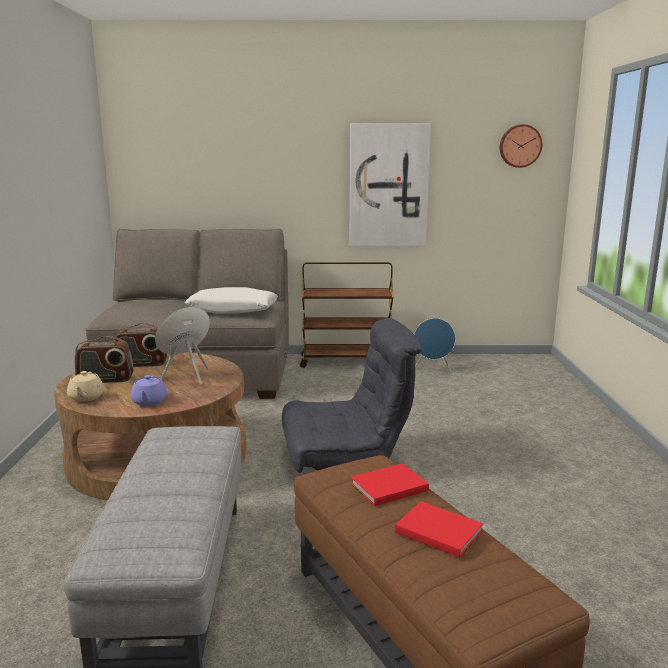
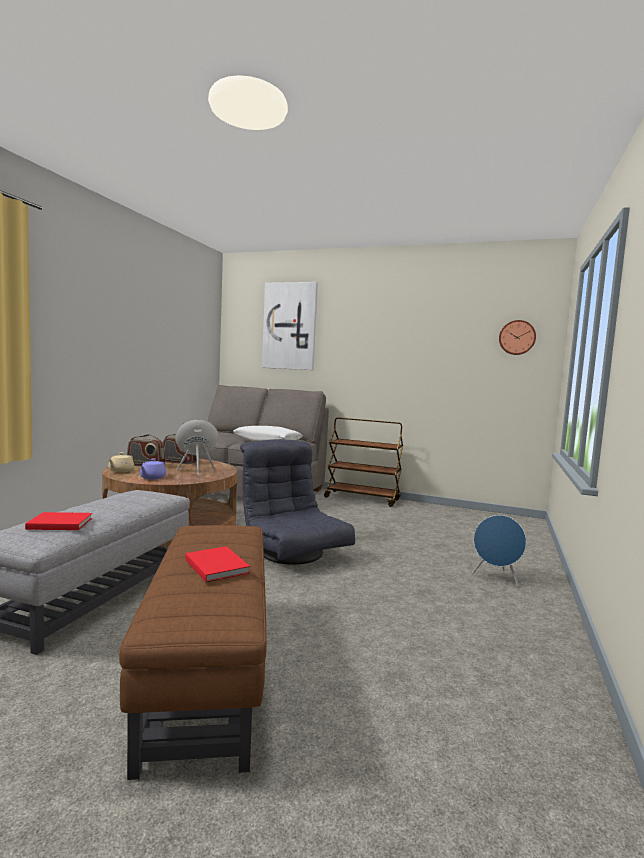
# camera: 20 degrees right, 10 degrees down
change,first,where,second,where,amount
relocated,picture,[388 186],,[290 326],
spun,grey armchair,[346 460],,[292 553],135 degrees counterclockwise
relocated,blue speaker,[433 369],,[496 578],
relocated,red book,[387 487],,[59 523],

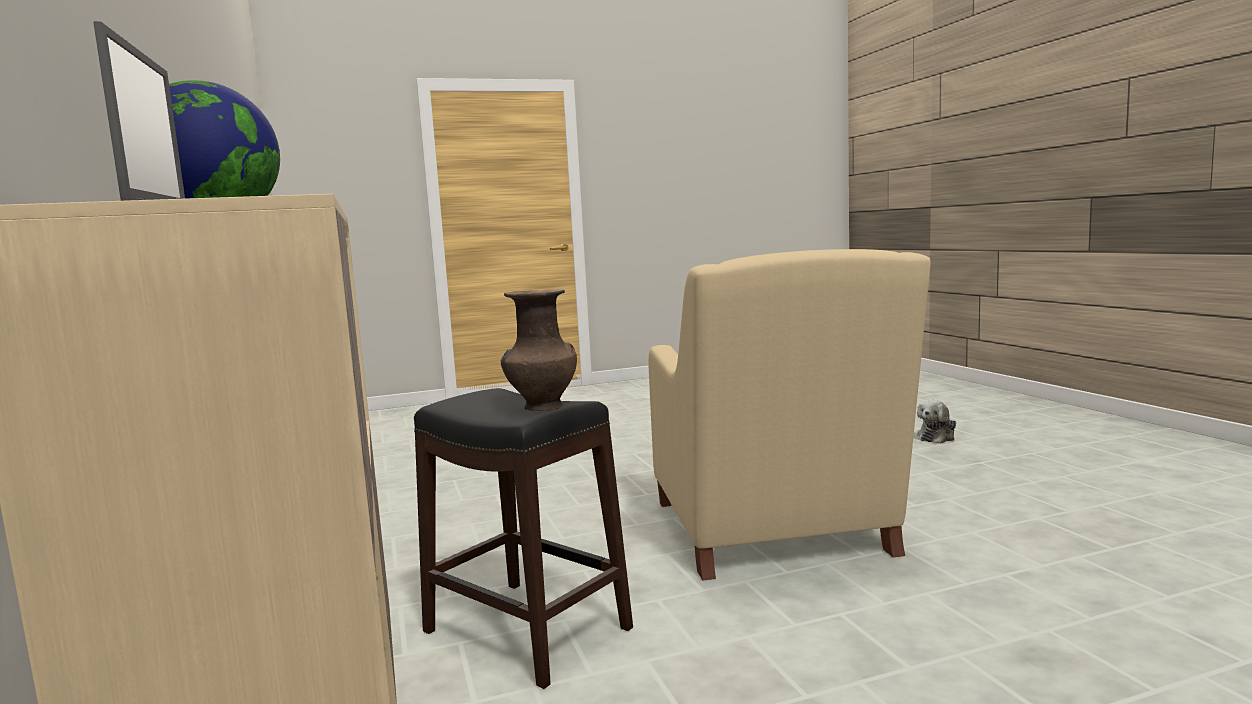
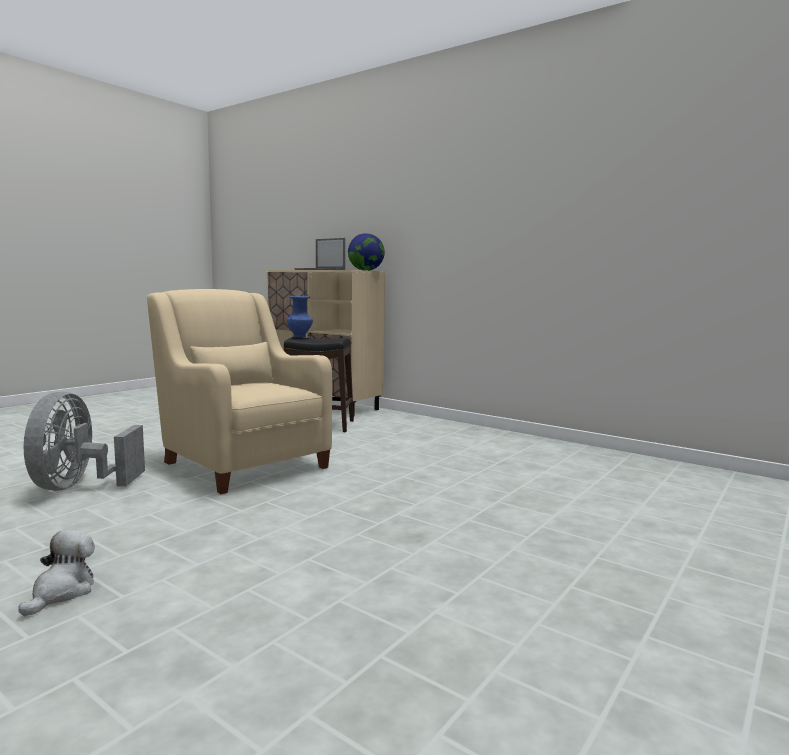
# camera: 145 degrees right, 0 degrees up
change,first,where,second,where,amount
colour,brown vase,[541 407],blue vase,[300 336],
appeared,,,grey fan,[79 486],

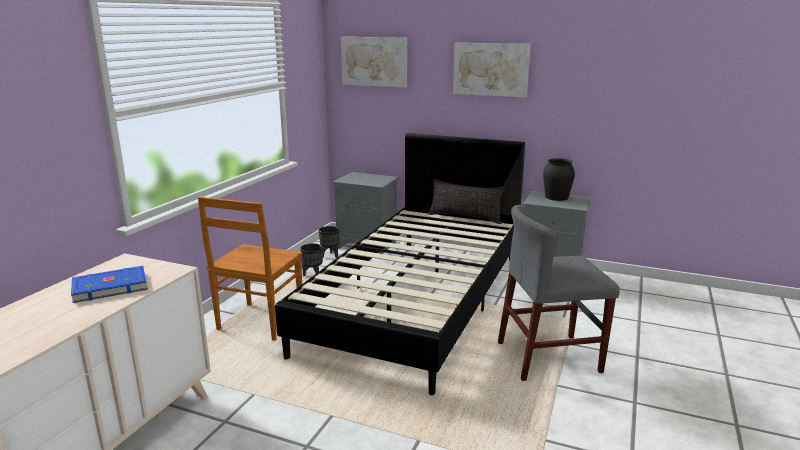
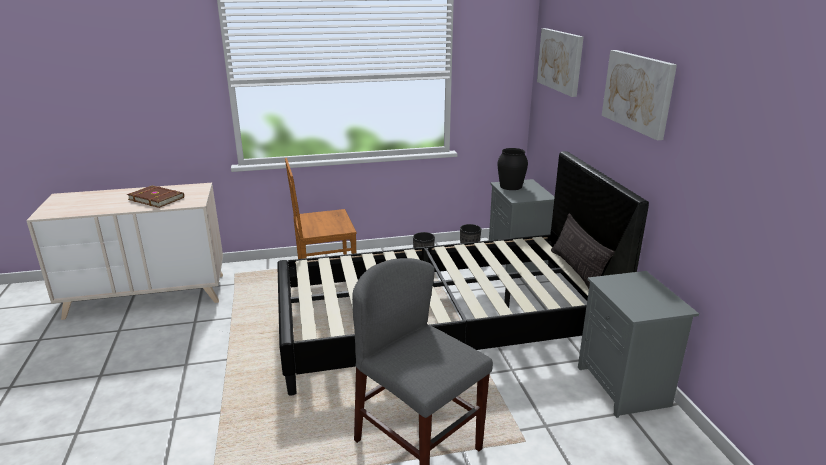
# camera: 55 degrees right, 5 degrees up
change,first,where,second,where,amount
relocated,black vase,[556 197],,[511 186],
colour,blue book,[109 286],brown book,[157 198],

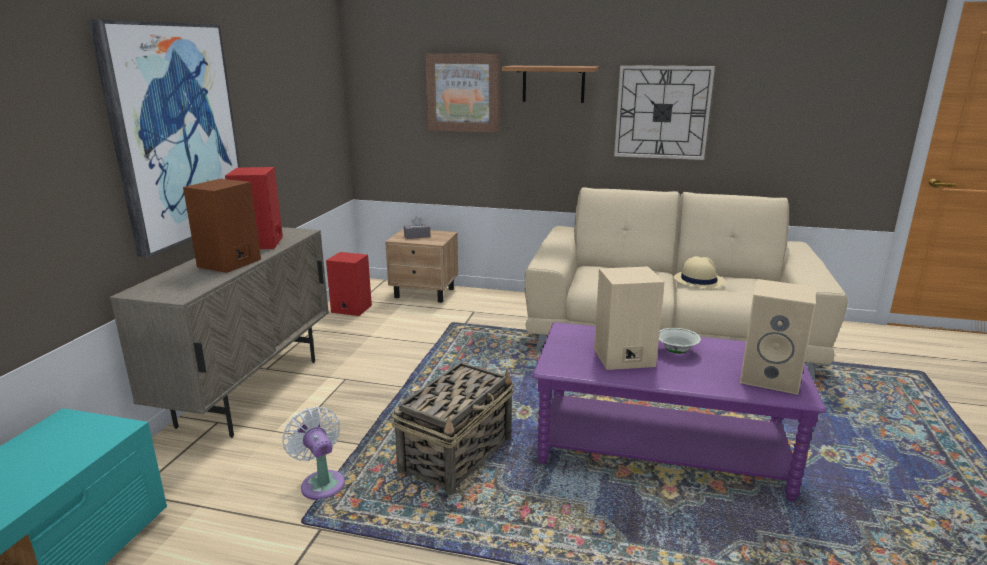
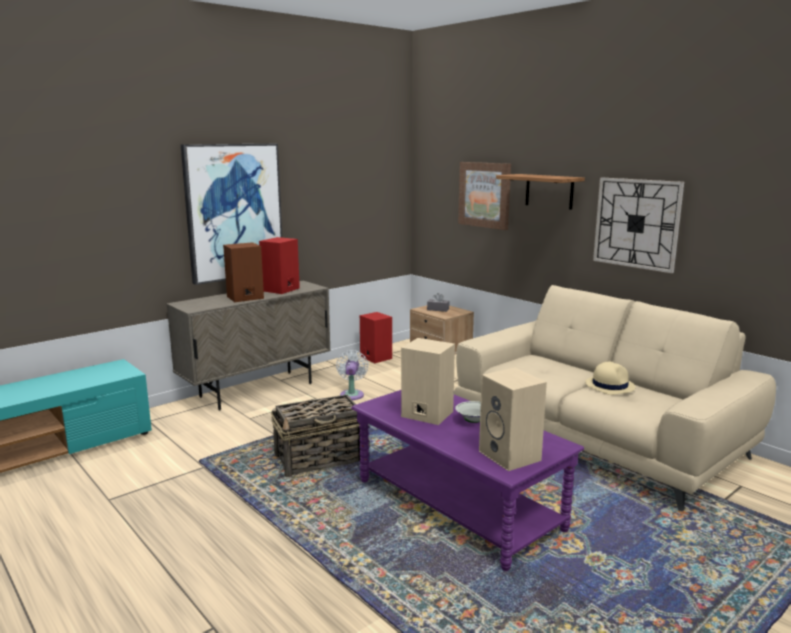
# camera: 35 degrees right, 5 degrees down
change,first,where,second,where,amount
relocated,white fan,[321 482],,[352 394],

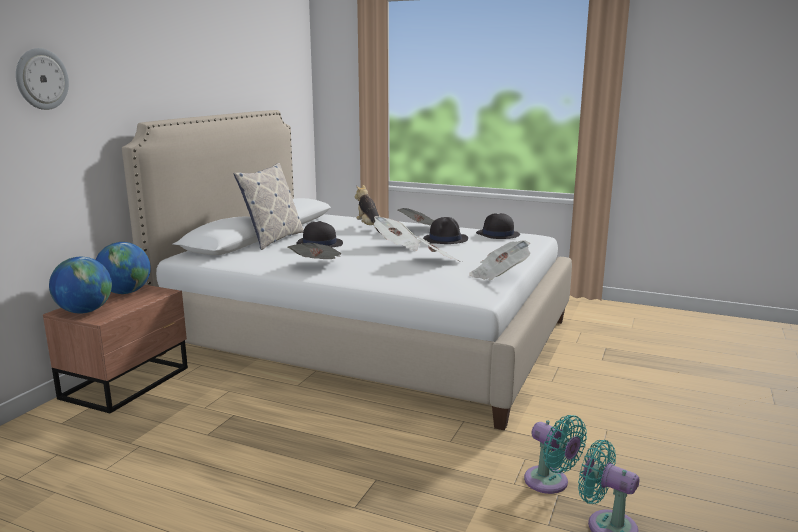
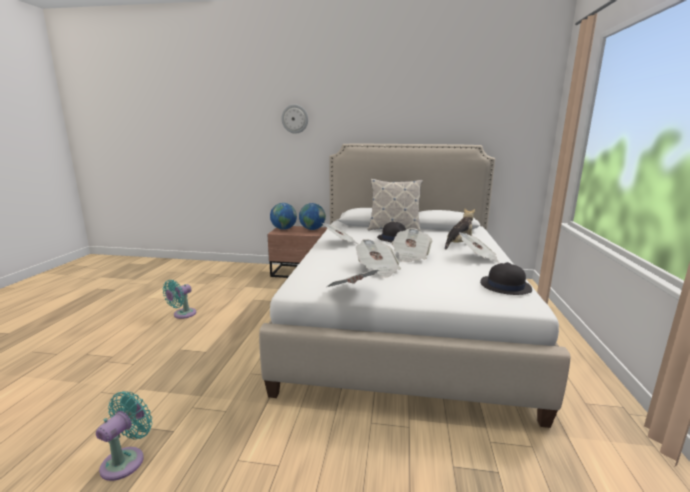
# camera: 75 degrees right, 0 degrees up
change,first,where,second,where,amount
missing,black hat,[445 239],,,
relocated,turquoise fan,[550 483],,[182 314],

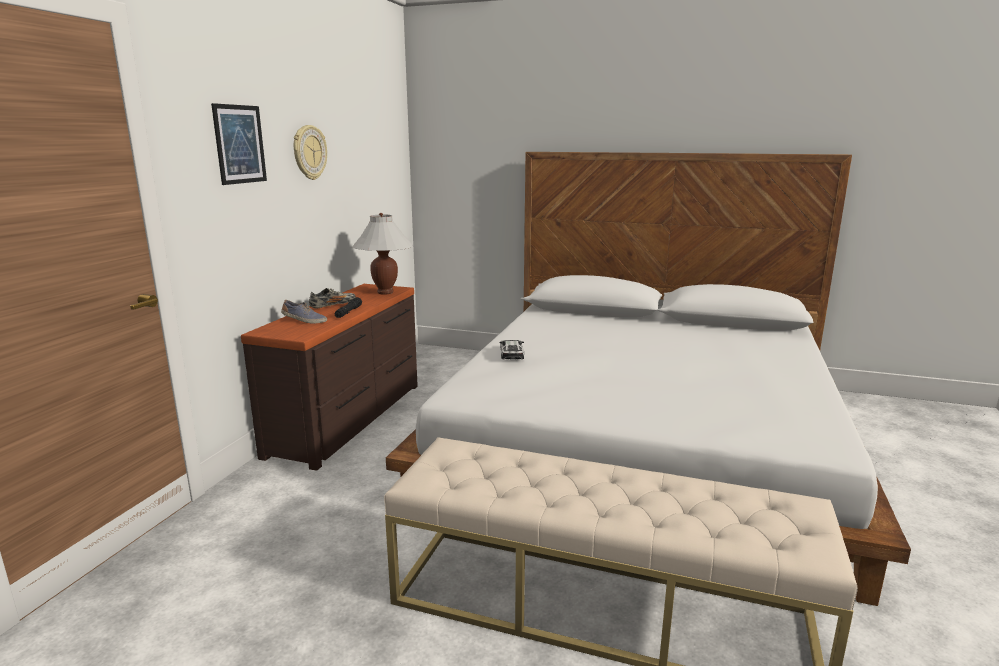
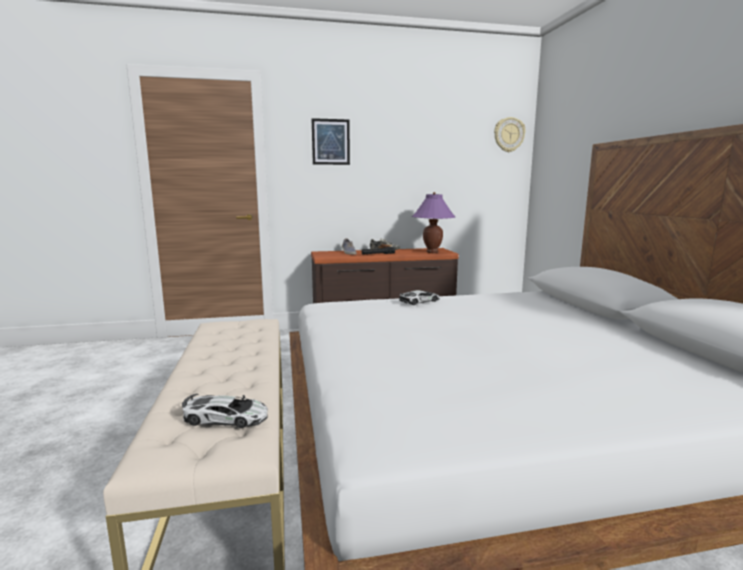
# camera: 60 degrees right, 5 degrees down
change,first,where,second,where,amount
relocated,wall clock,[309 152],,[509 135],
colour,white table lamp,[385 292],purple table lamp,[432 252],
appeared,,,toy car,[226 418],

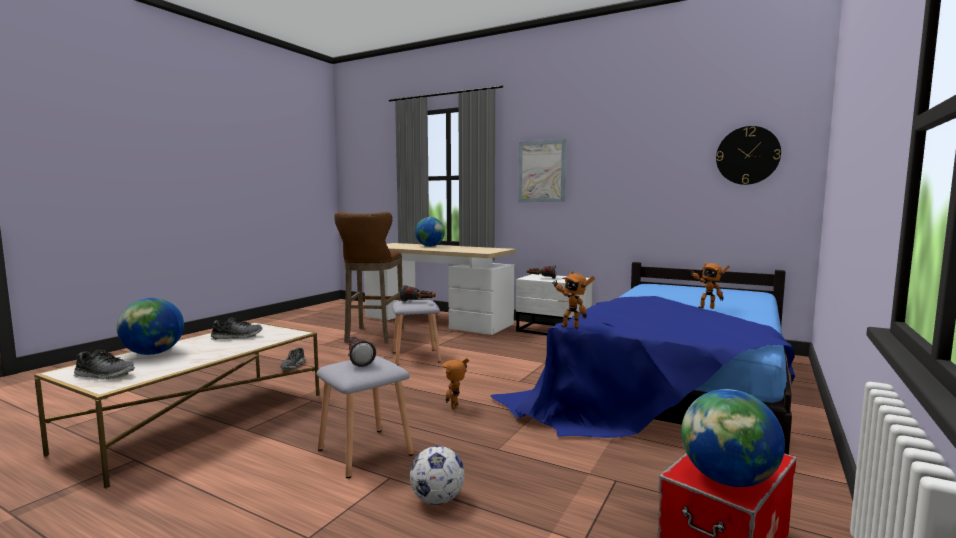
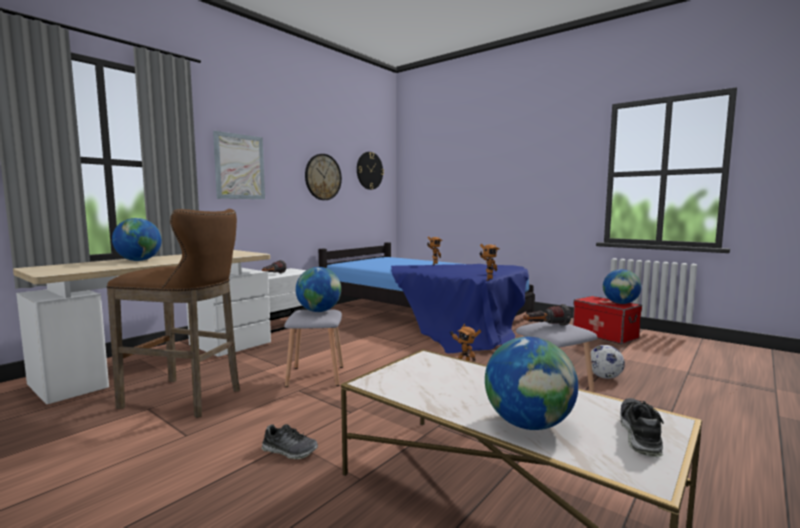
# camera: 80 degrees left, 0 degrees up
change,first,where,second,where,amount
exchanged,flashlight,[418 302],globe,[319 311],
missing,shoe,[237 337],,,
appeared,,,wall clock,[323 177],

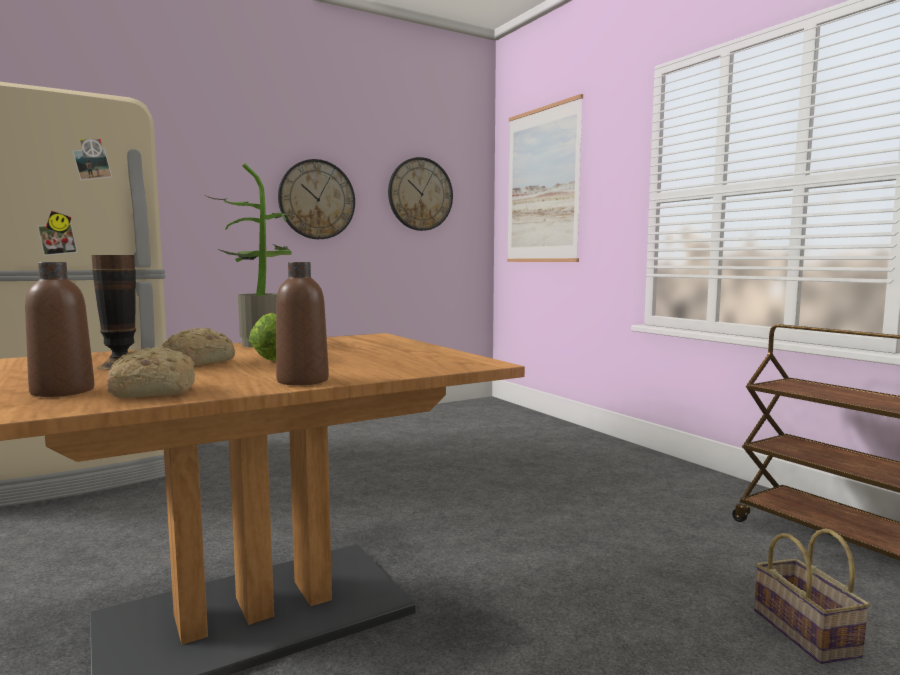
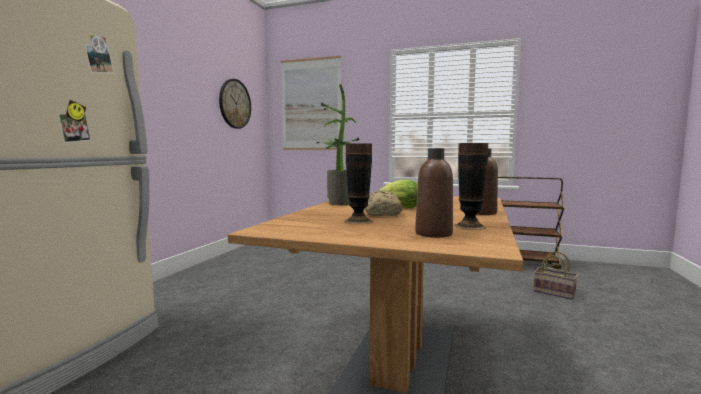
# camera: 40 degrees left, 0 degrees up
change,first,where,second,where,amount
missing,wall clock,[317 199],,,
exchanged,bread,[151 392],vase,[469 226],

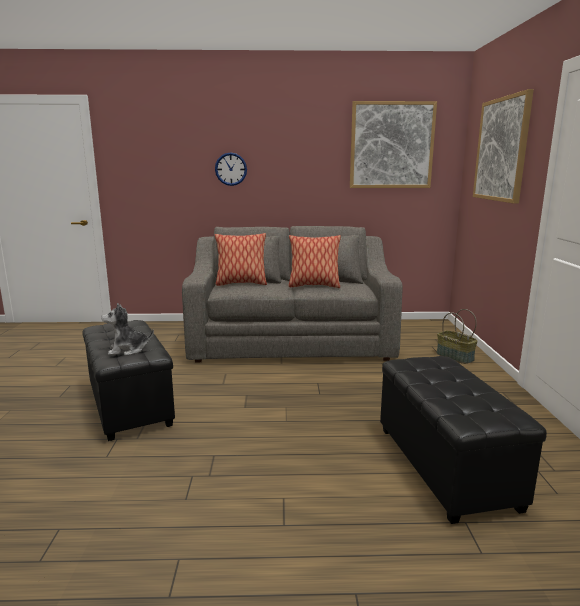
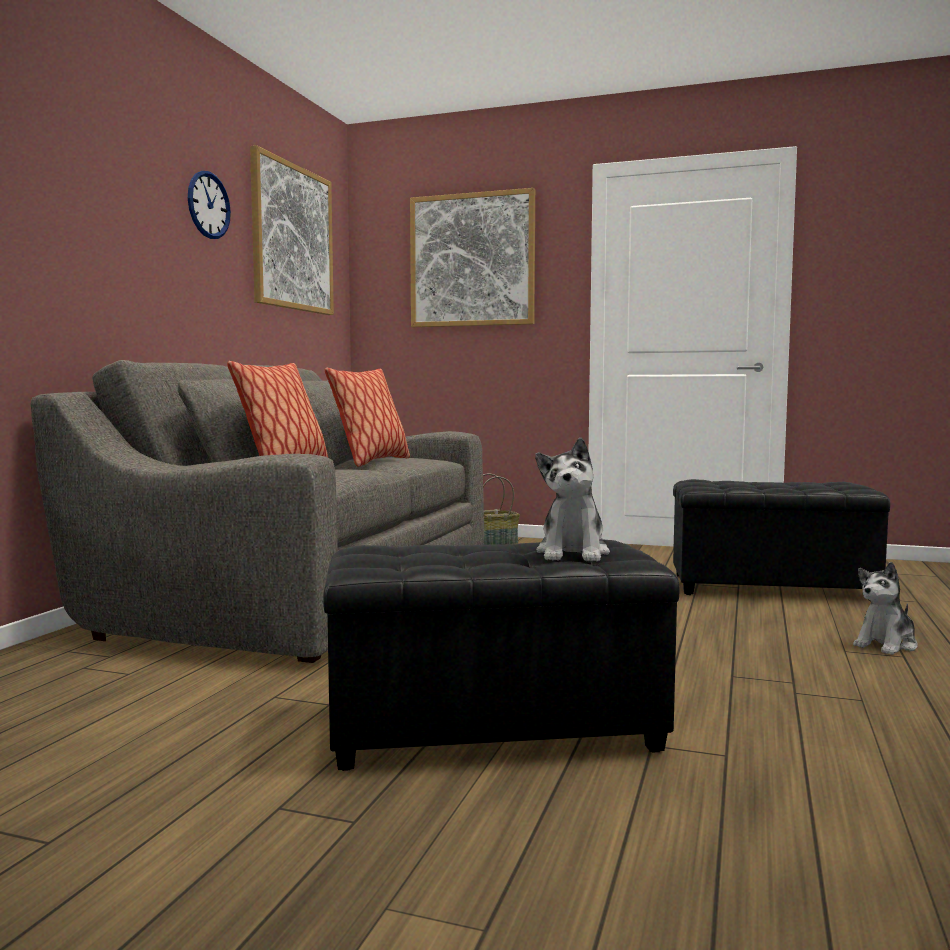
# camera: 70 degrees left, 10 degrees down
change,first,where,second,where,amount
relocated,wall clock,[231 169],,[208 205],
appeared,,,plush toy,[886 644],

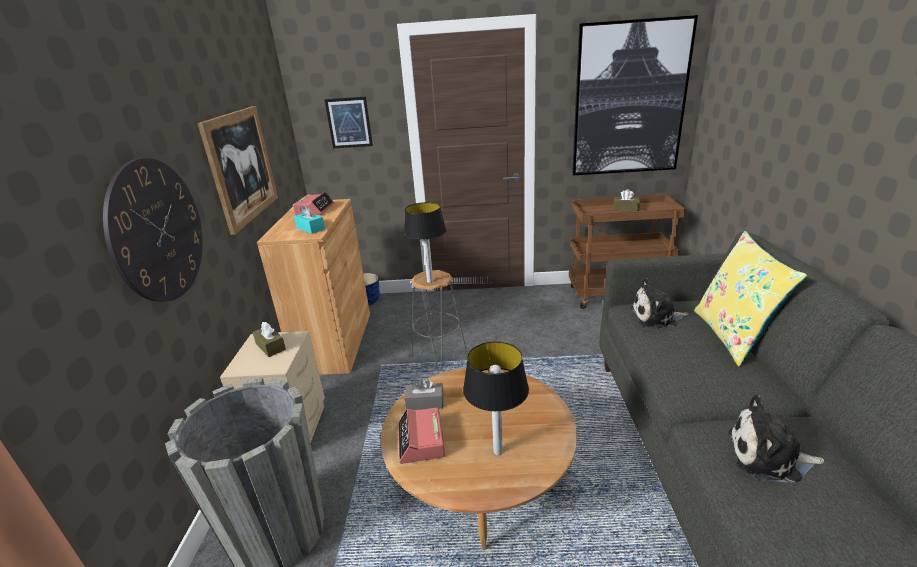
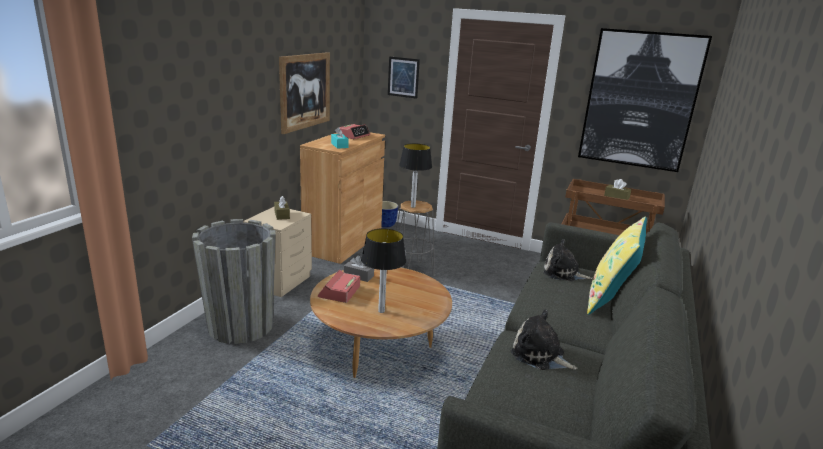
# camera: 20 degrees right, 5 degrees down
change,first,where,second,where,amount
missing,wall clock,[157 231],,,

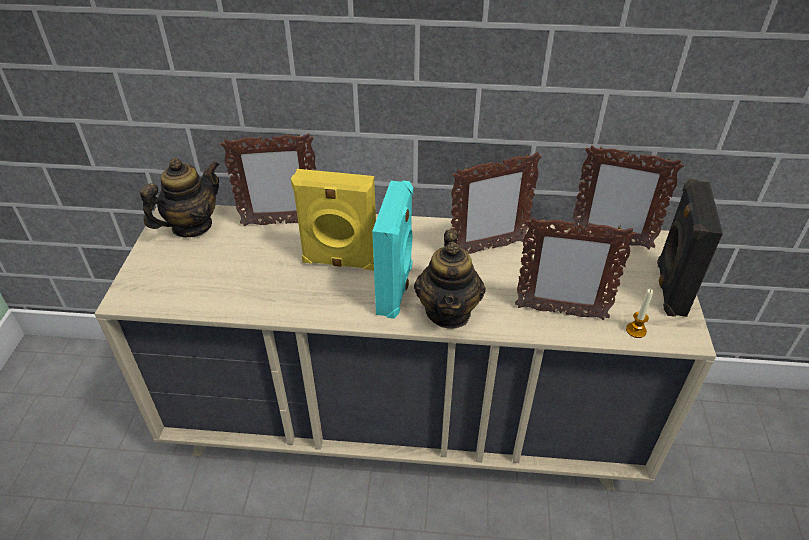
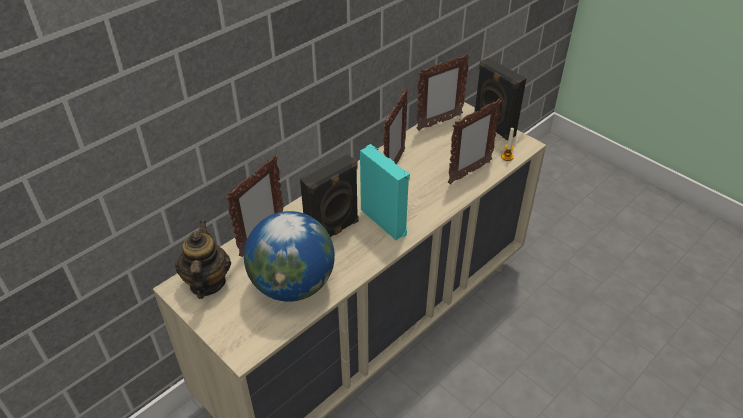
# camera: 50 degrees left, 0 degrees up
change,first,where,second,where,amount
colour,yellow speaker,[339 262],black speaker,[333 231],
missing,teapot,[448 311],,,
appeared,,,globe,[293 285],

